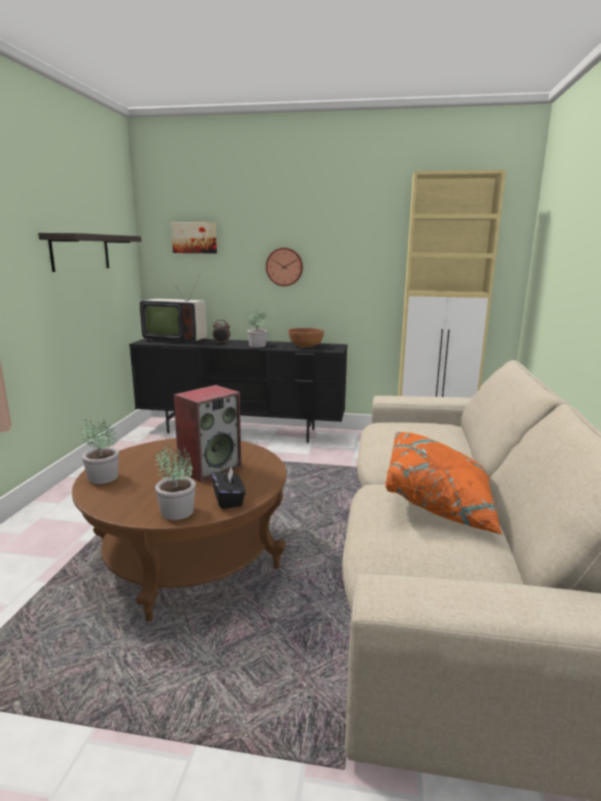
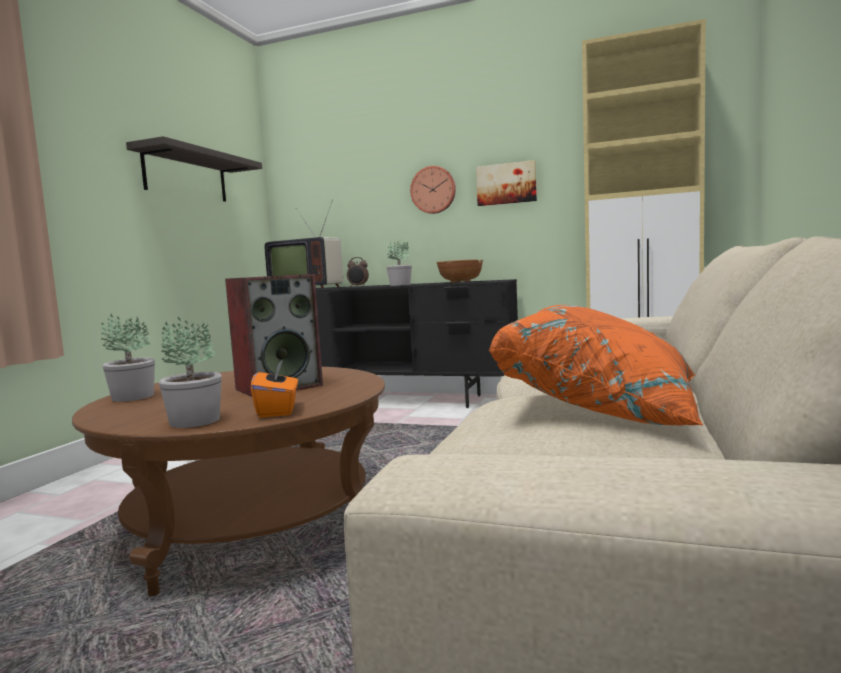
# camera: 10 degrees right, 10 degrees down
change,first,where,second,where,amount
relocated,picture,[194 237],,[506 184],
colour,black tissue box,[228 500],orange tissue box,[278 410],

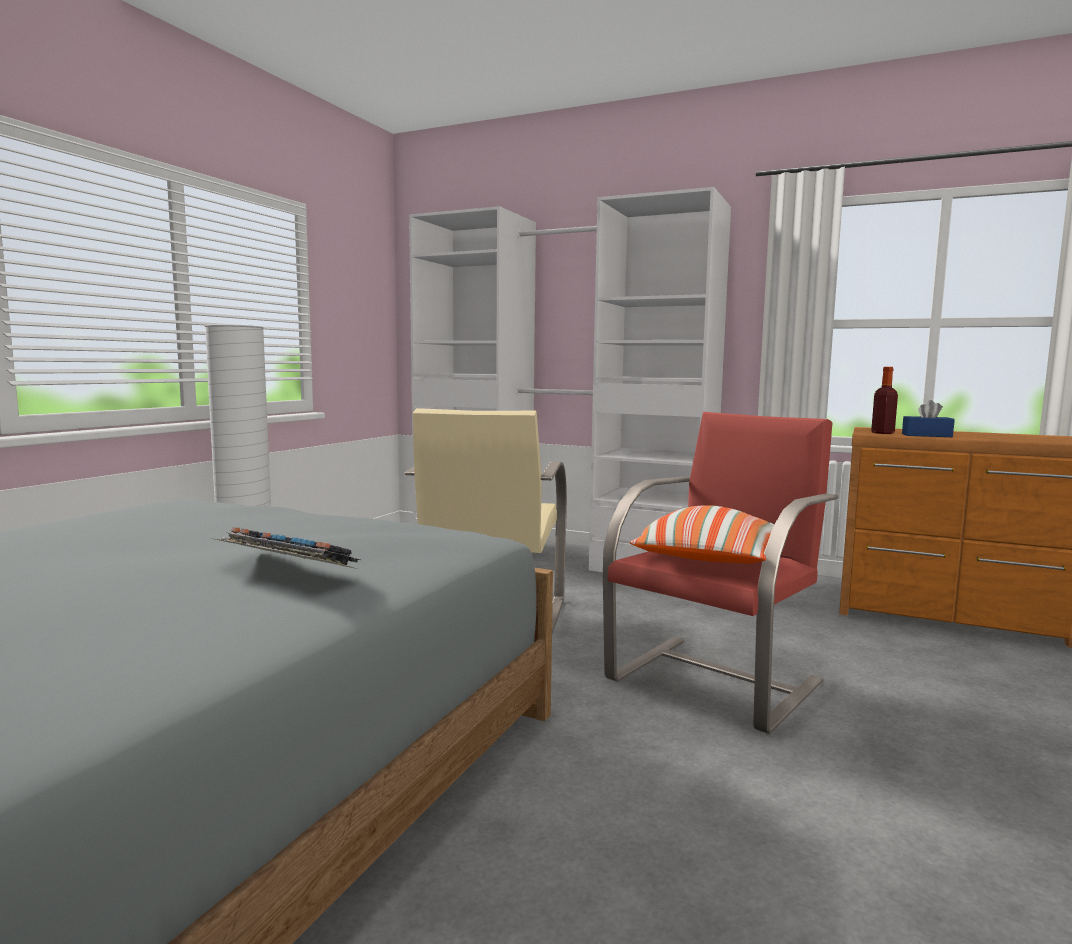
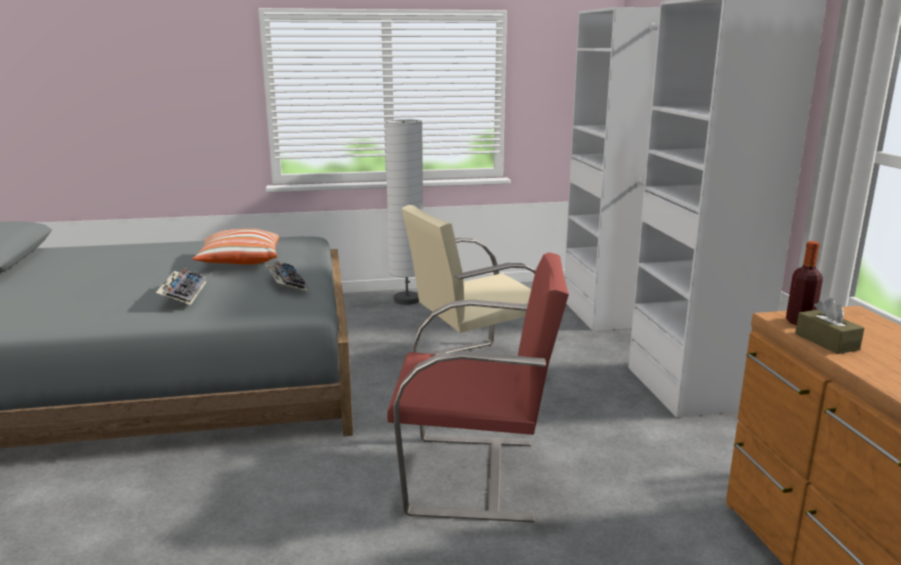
# camera: 55 degrees right, 10 degrees up
change,first,where,second,where,amount
colour,blue tissue box,[926 435],brown tissue box,[826 341],
relocated,pillow,[708 561],,[240 261],
appeared,,,keyboard,[286 283],

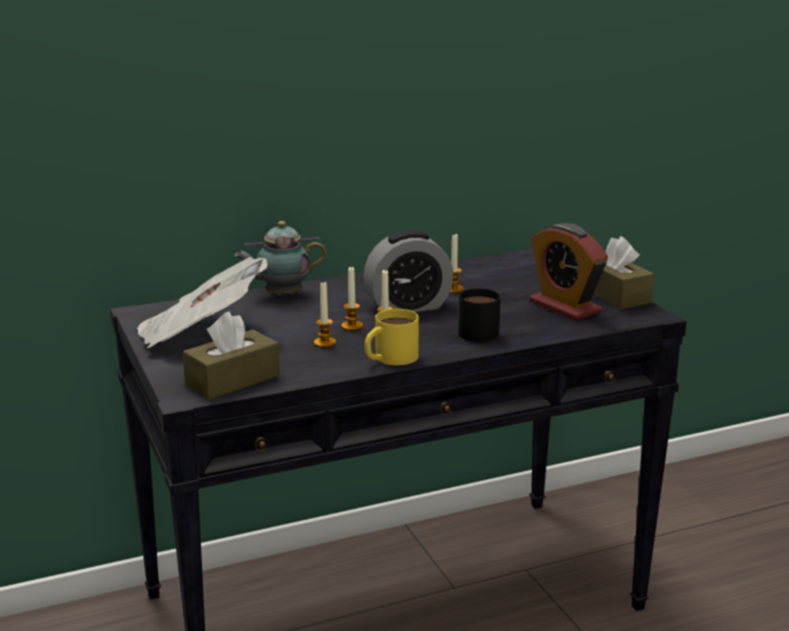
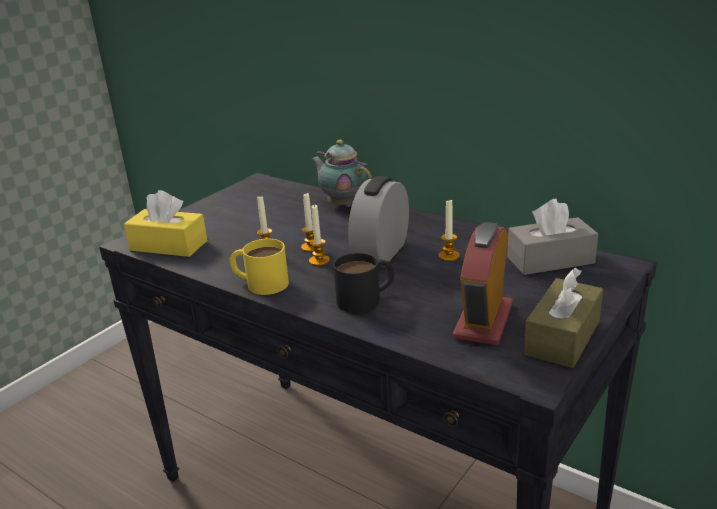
# camera: 60 degrees right, 5 degrees up
change,first,where,second,where,amount
spun,alarm clock,[408 306],,[381 252],75 degrees clockwise
missing,newspaper,[200 335],,,
colour,brown tissue box,[232 380],yellow tissue box,[169 245],
appeared,,,grey tissue box,[550 260],

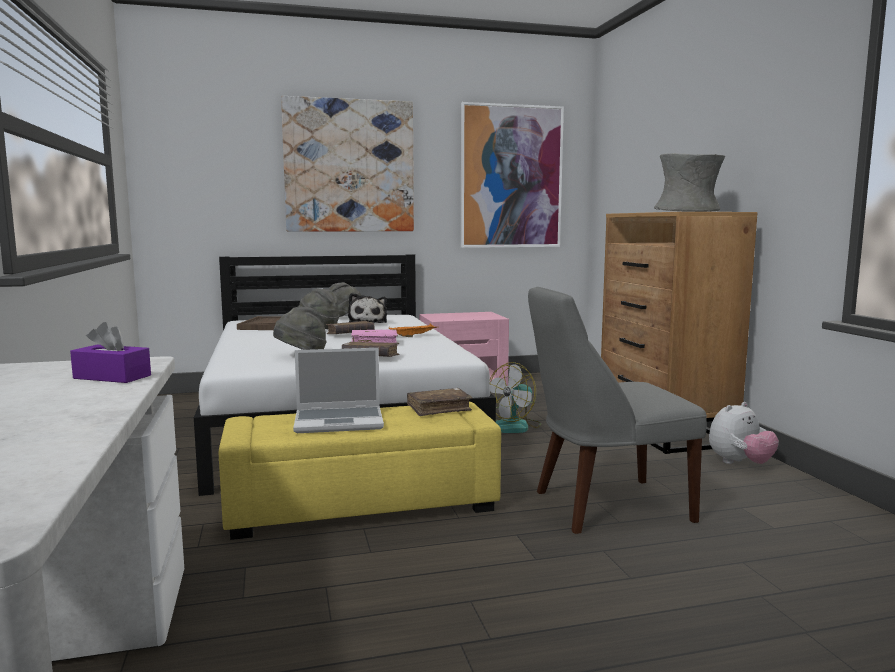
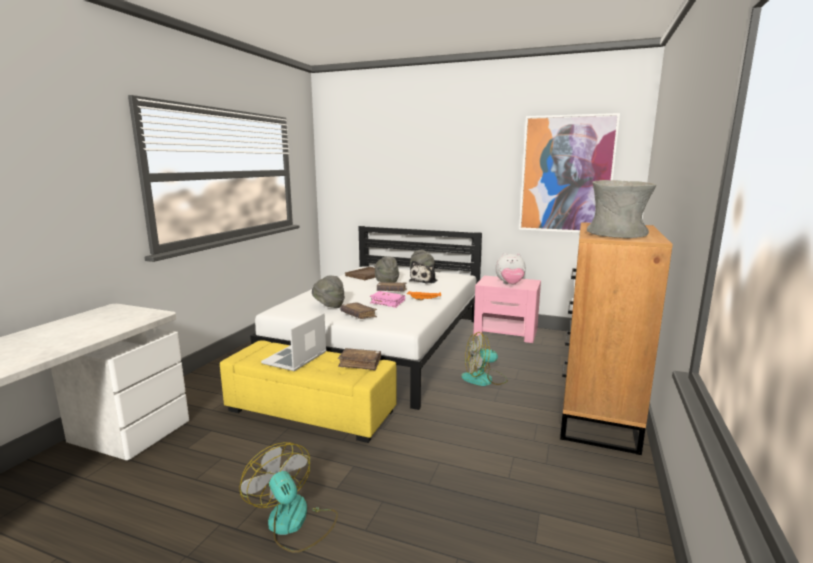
# camera: 35 degrees right, 5 degrees up
change,first,where,second,where,amount
missing,picture,[349 166],,,
missing,grey chair,[605 506],,,
missing,purple tissue box,[112 377],,,
spun,laptop,[340 421],,[295 358],90 degrees clockwise
relocated,plush toy,[740 463],,[510 284],
appeared,,,fan,[294 523],

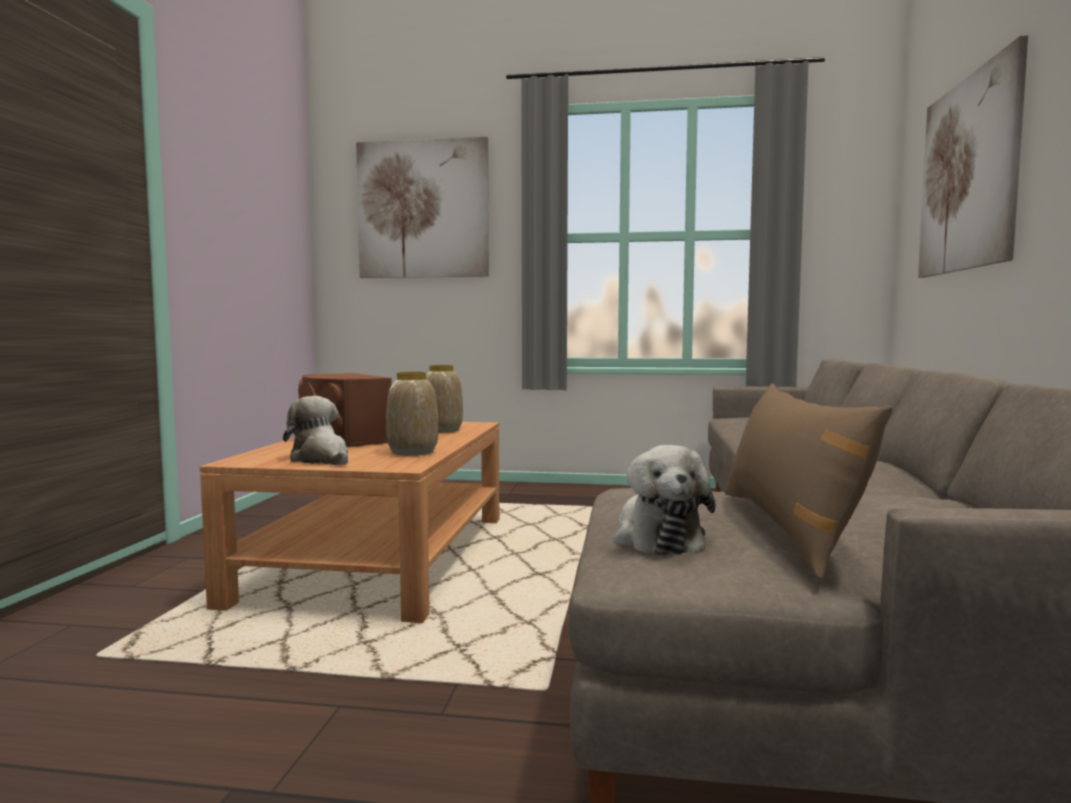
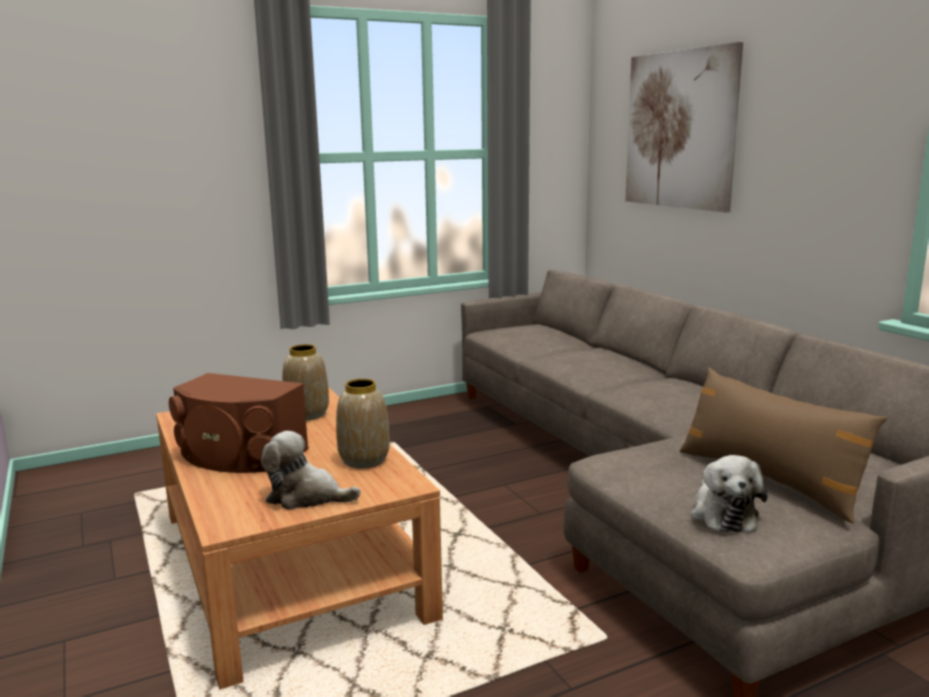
# camera: 35 degrees left, 10 degrees up
change,first,where,second,where,amount
missing,picture,[423 209],,,
spun,plush toy,[657 538],,[723 513],45 degrees clockwise

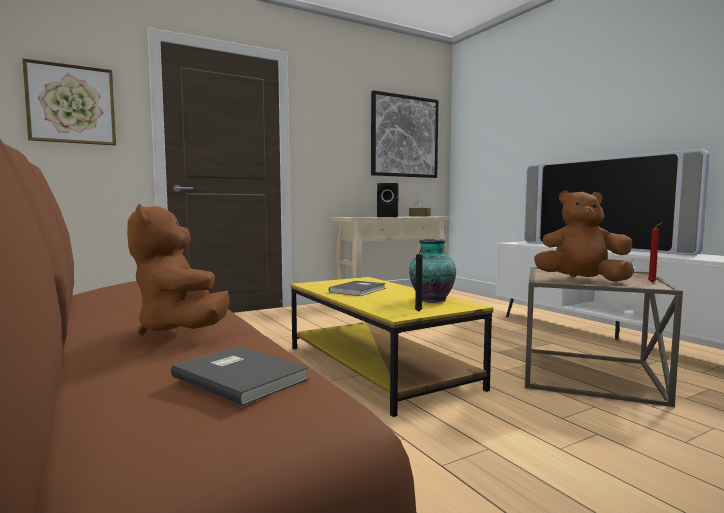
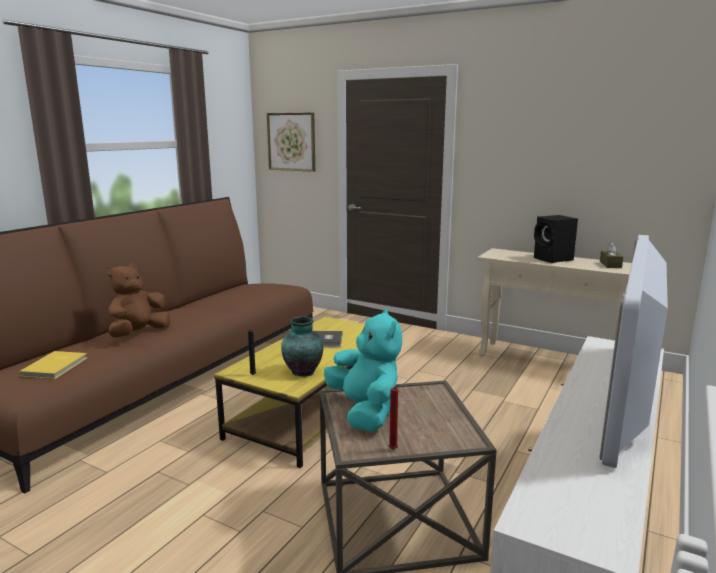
# camera: 60 degrees right, 10 degrees up
change,first,where,second,where,amount
missing,picture,[404 136],,,
colour,brown plush toy,[581 280],turquoise plush toy,[365 412],
colour,grey book,[241 376],yellow book,[57 366],

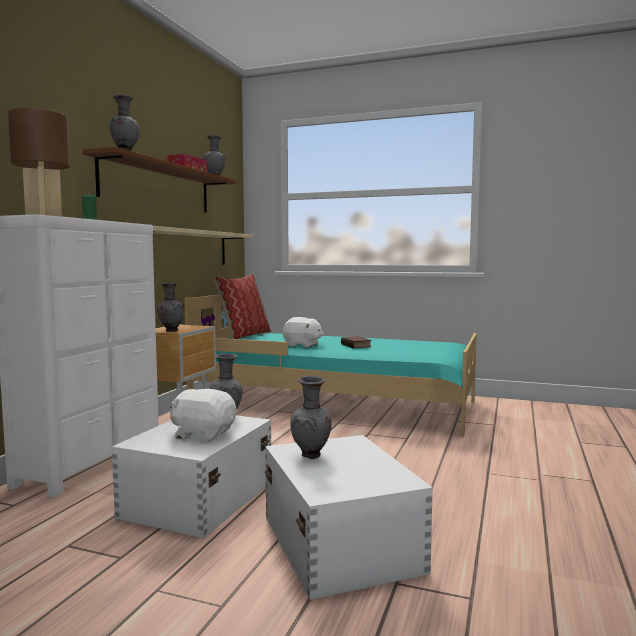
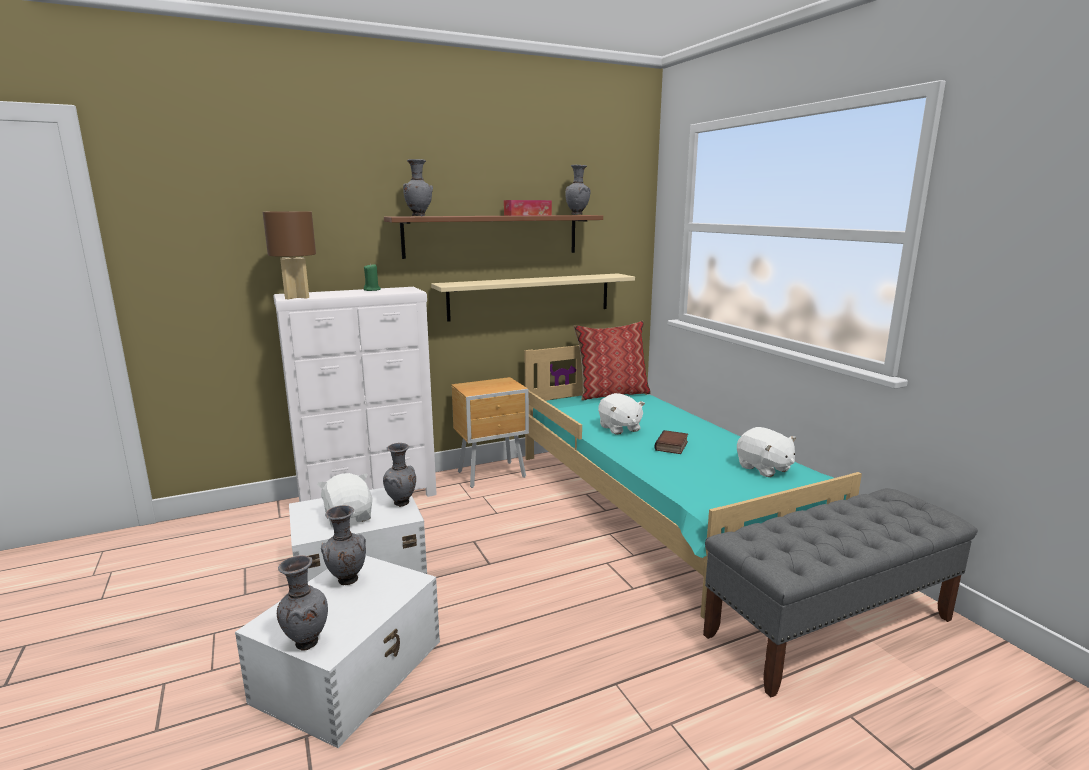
# camera: 45 degrees right, 10 degrees up
change,first,where,second,where,amount
relocated,grey vase,[170 331],,[305 643],
appeared,,,white plush toy,[764 468],
appeared,,,grey bench,[829 626],

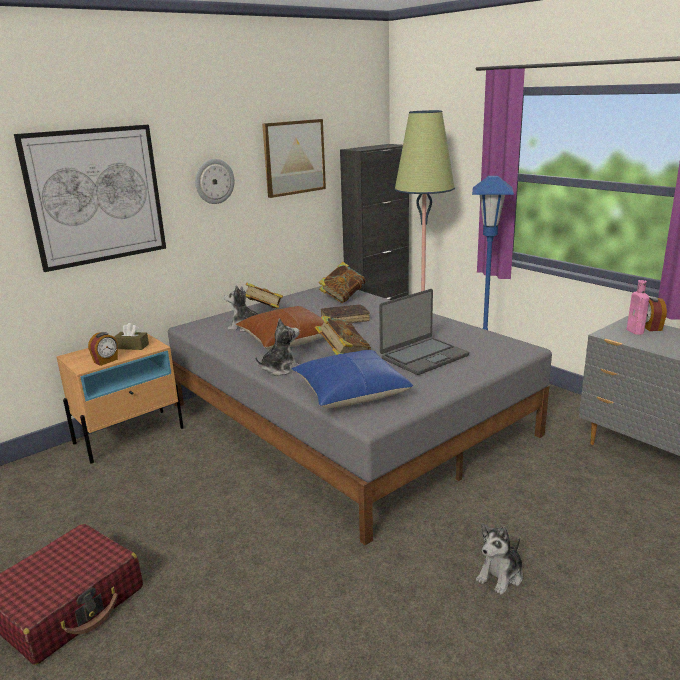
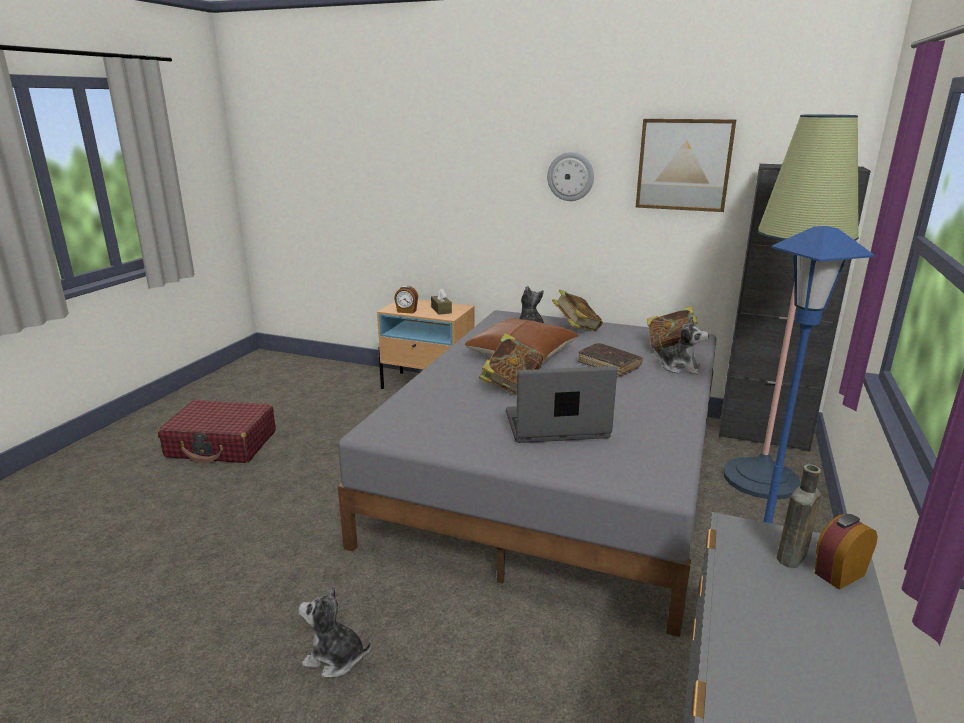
# camera: 60 degrees right, 0 degrees up
change,first,where,second,where,amount
missing,picture,[96 196],,,
colour,pink bottle,[636 331],brown bottle,[790 558],
spun,laptop,[423 357],,[556 426],150 degrees clockwise
relocated,plush toy,[280 369],,[679 367],
missing,blue pillow,[350 392],,,

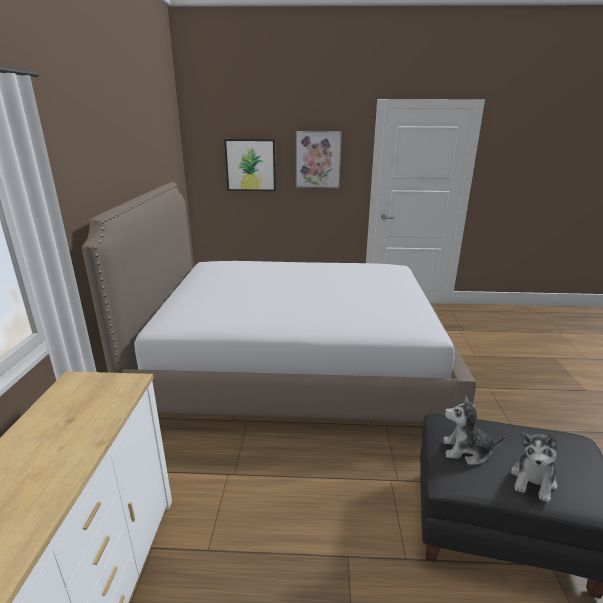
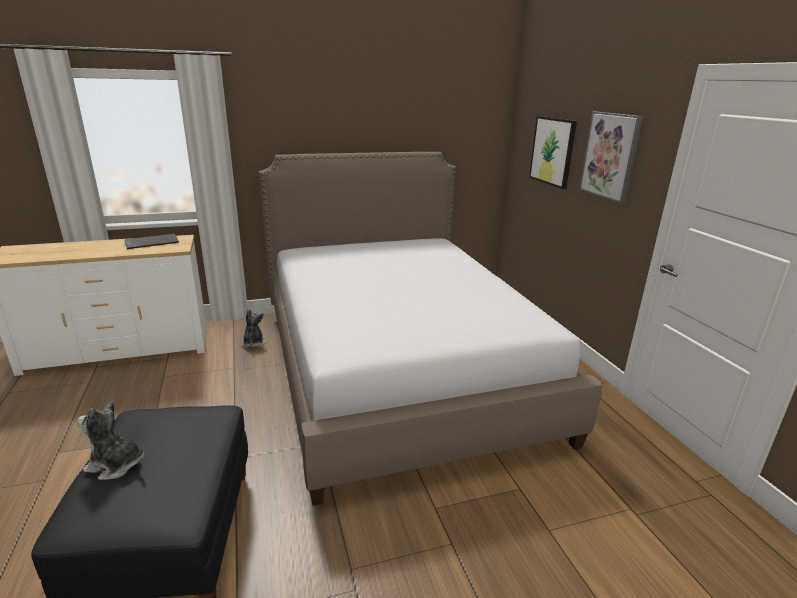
# camera: 70 degrees right, 0 degrees up
change,first,where,second,where,amount
relocated,plush toy,[466 451],,[253 343],
appeared,,,keyboard,[152 242],

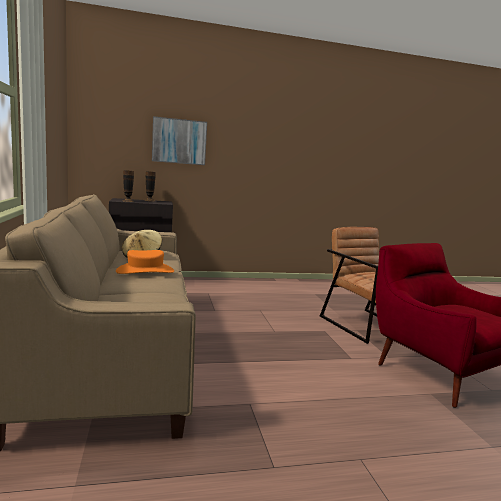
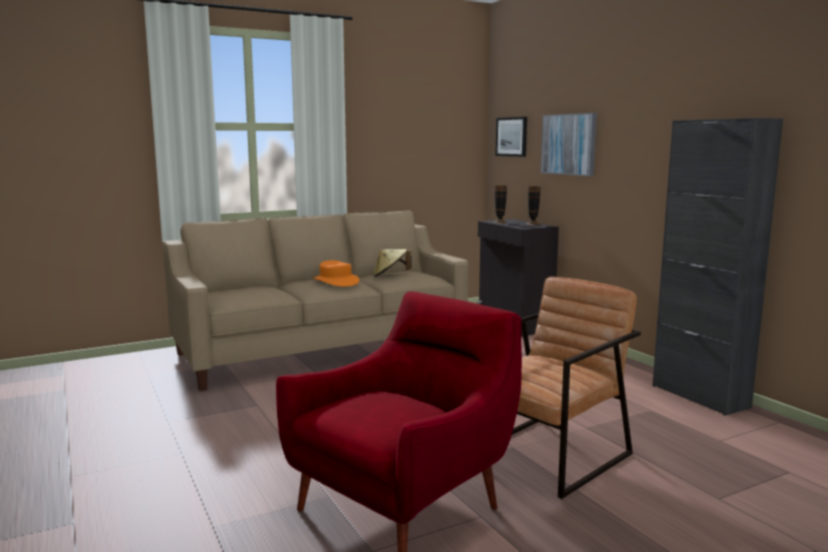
# camera: 75 degrees right, 0 degrees up
change,first,where,second,where,amount
appeared,,,picture,[512 136],
appeared,,,black cabinet,[699 396],

